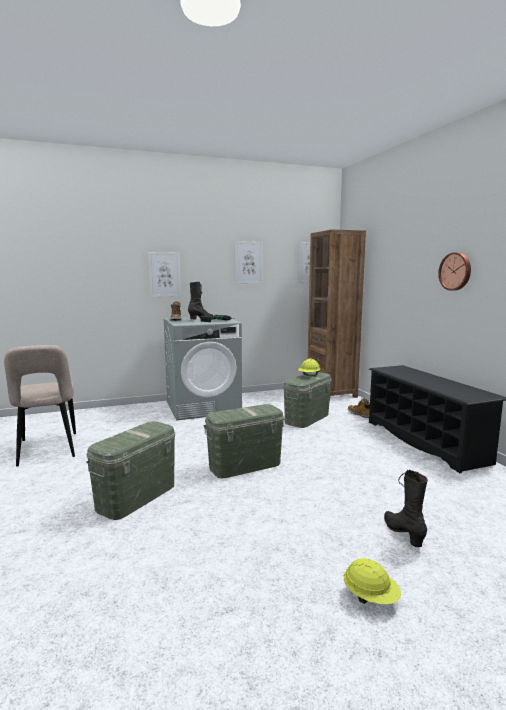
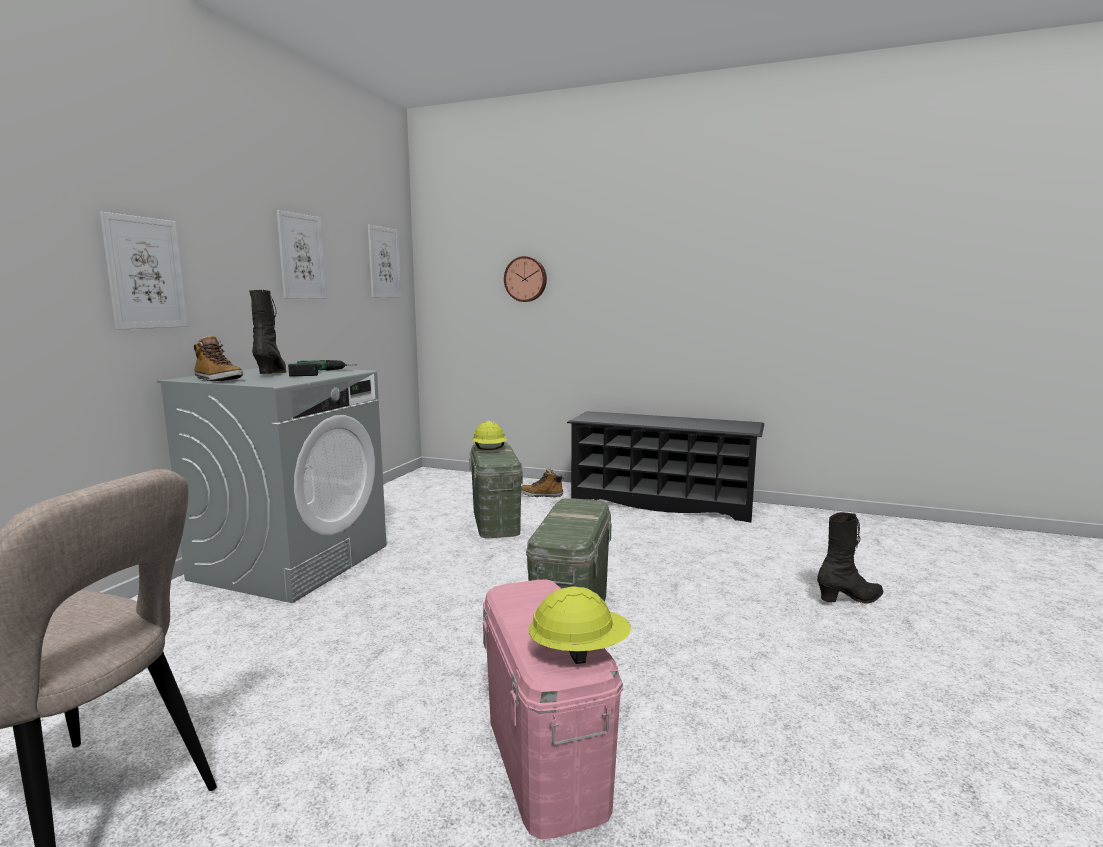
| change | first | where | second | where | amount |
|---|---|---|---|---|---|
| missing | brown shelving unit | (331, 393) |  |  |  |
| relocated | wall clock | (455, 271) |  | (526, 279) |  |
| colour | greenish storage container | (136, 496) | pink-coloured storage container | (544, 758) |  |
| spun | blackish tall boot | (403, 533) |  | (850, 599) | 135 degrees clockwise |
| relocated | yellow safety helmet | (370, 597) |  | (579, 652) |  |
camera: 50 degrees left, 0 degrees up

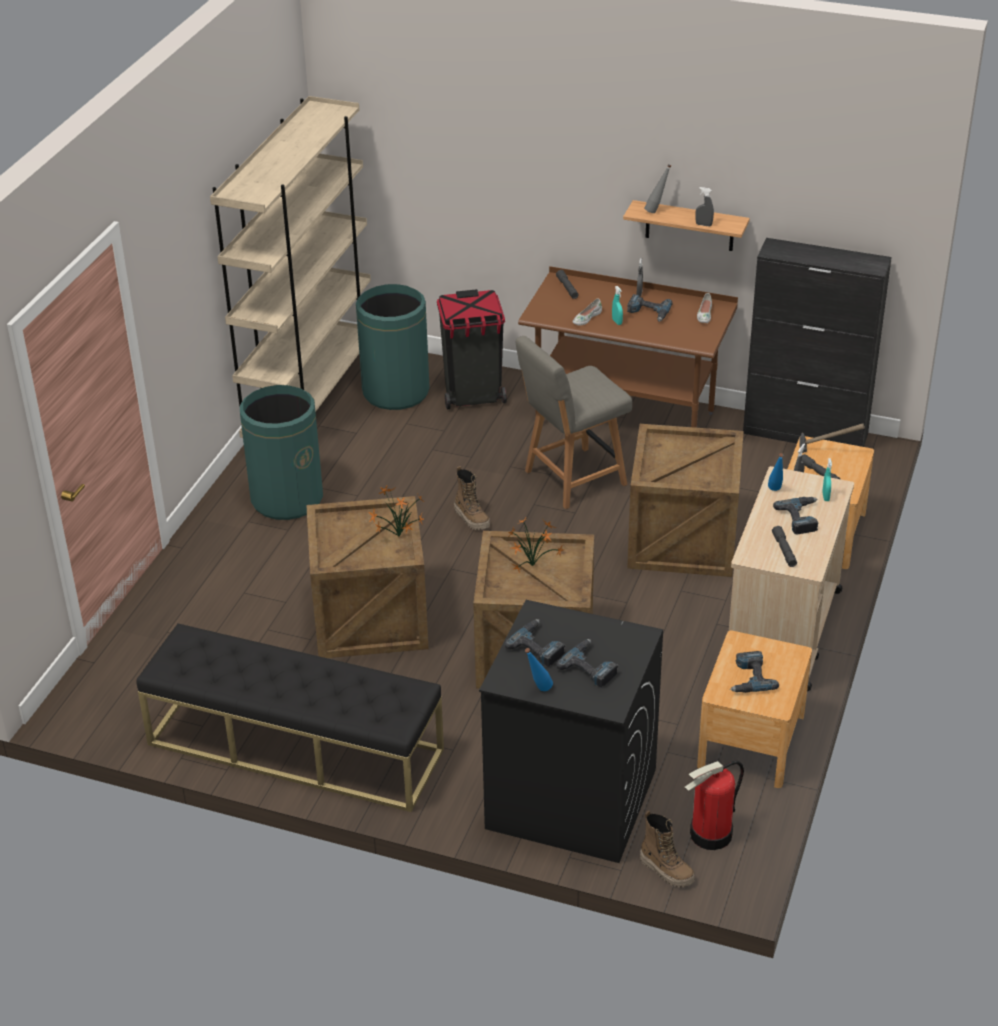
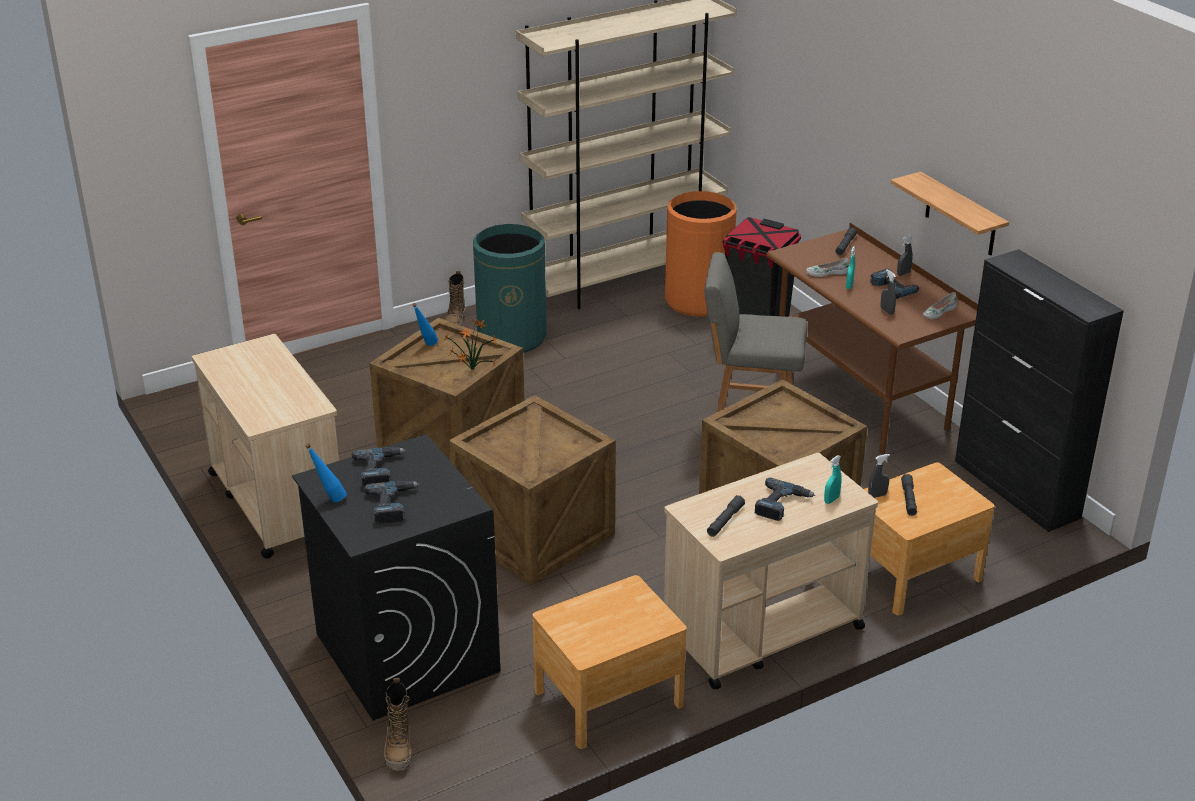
| change | first | where | second | where | amount |
|---|---|---|---|---|---|
| missing | gray bottle | (656, 211) |  |  |  |
| relocated | gray hand sprayer | (703, 225) |  | (887, 311) |  |
| colour | greenish trash can | (395, 392) | orangey trash can | (698, 300) |  |
| missing | hammer | (826, 452) |  |  |  |
| relocated | bluish bottle | (775, 492) |  | (426, 346) |  |
| relocated | tall boot | (472, 519) |  | (455, 322) |  |
| missing | houseplant | (534, 565) |  |  |  |
| exchanged | blackish long seat | (294, 747) | sand-coloured wheeled cart | (276, 502) |  |
| missing | drill | (749, 678) |  |  |  |
| missing | fire-fighting cylinder | (711, 834) |  |  |  |
camera: 40 degrees right, 5 degrees down

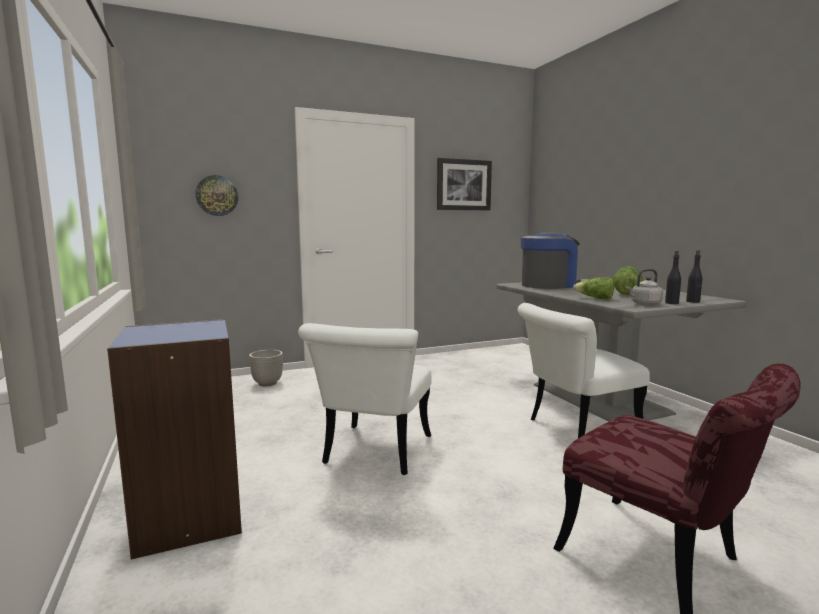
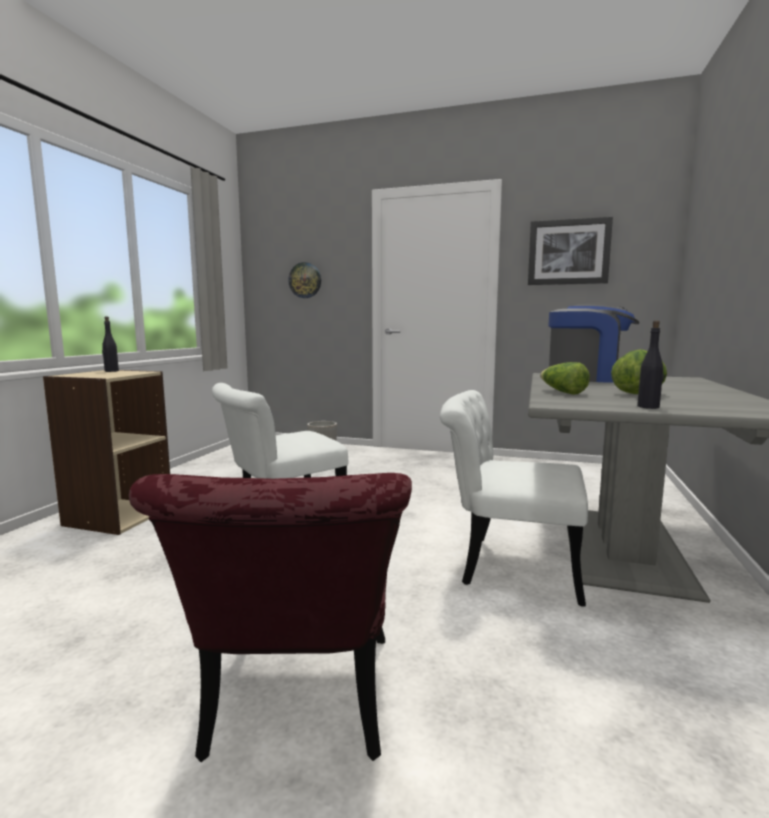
| change | first | where | second | where | amount |
|---|---|---|---|---|---|
| relocated | blackish bottle | (693, 301) |  | (111, 371) |  |
| missing | gray kettle | (644, 304) |  |  |  |
| colour | bluish shelving unit | (188, 517) | sand-coloured shelving unit | (118, 516) |  |
camera: 40 degrees right, 0 degrees up

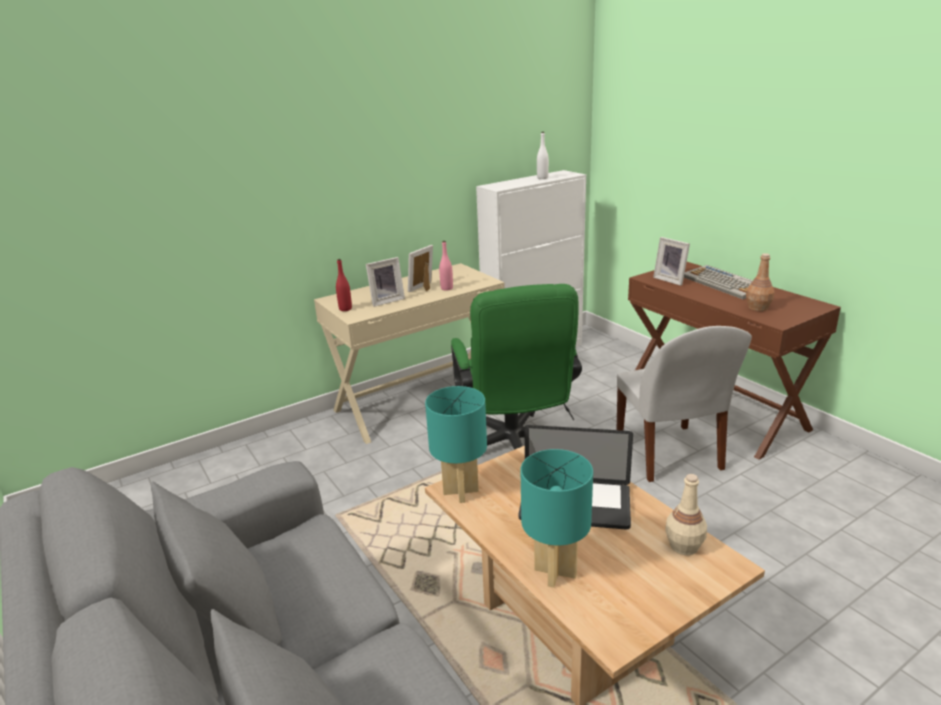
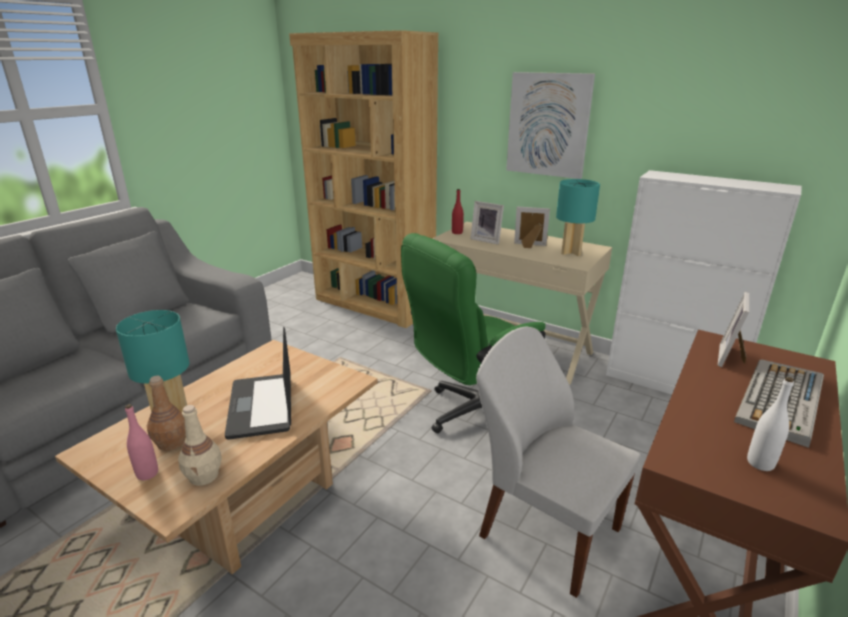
| change | first | where | second | where | amount |
|---|---|---|---|---|---|
| relocated | whitish bottle | (542, 178) |  | (760, 463) |  |
| relocated | pink-coloured bottle | (447, 288) |  | (147, 474) |  |
| relocated | brown bottle | (758, 307) |  | (171, 443) |  |
| spun | whitish chair | (669, 455) |  | (546, 530) | 75 degrees clockwise |
| relocated | blue-green lamp for a table | (460, 491) |  | (571, 252) |  |
| appeared |  |  | brown shelving unit | (374, 304) |  |
| appeared |  |  | wall picture | (548, 125) |  |
camera: 65 degrees right, 0 degrees up

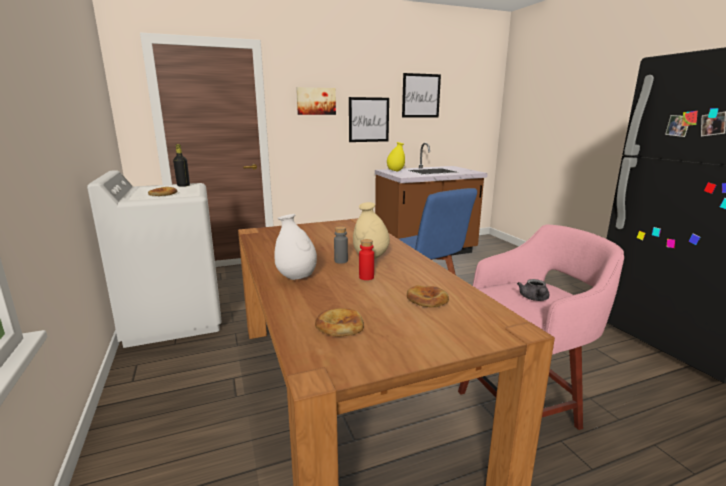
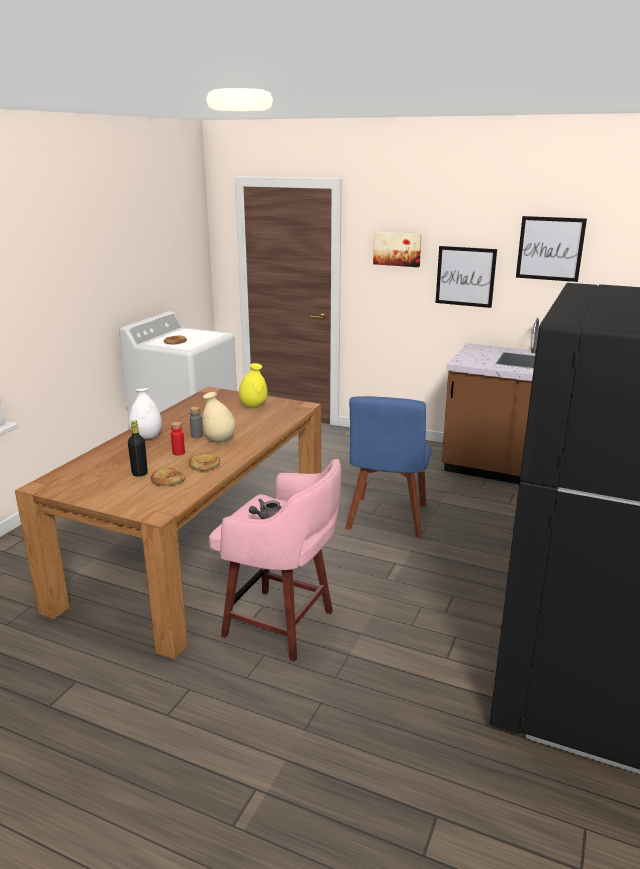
| change | first | where | second | where | amount |
|---|---|---|---|---|---|
| relocated | yellow vase | (395, 171) |  | (253, 406) |  |
| relocated | blackish bottle | (183, 185) |  | (139, 473) |  |
| relocated | bread | (339, 326) |  | (204, 464) |  |
camera: 45 degrees right, 5 degrees up

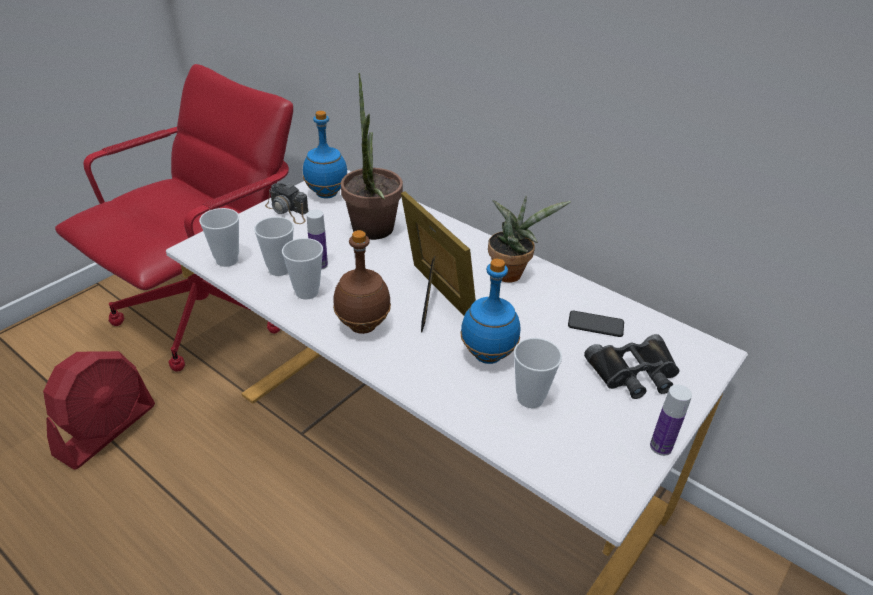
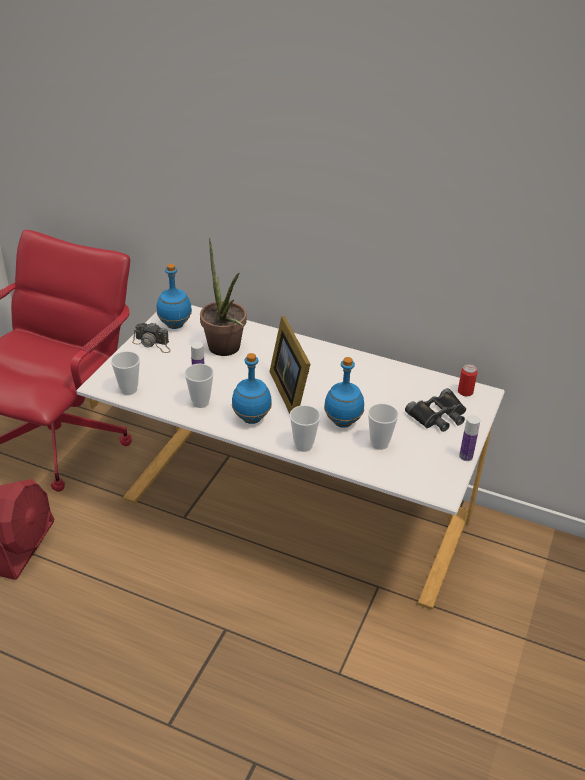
| change | first | where | second | where | amount |
|---|---|---|---|---|---|
| spun | photo frame | (434, 300) |  | (291, 392) | 150 degrees counterclockwise |
| missing | houseplant | (511, 272) |  |  |  |
| relocated | cup | (279, 269) |  | (303, 445) |  |
| colour | brown bottle | (362, 326) | bluish bottle | (251, 418) |  |
| missing | handset | (595, 325) |  |  |  |
| appeared |  |  | sealed can | (465, 392) |  |
camera: 15 degrees left, 0 degrees up

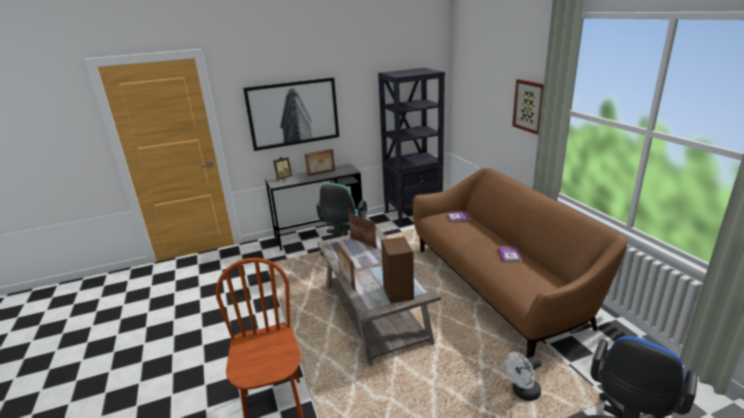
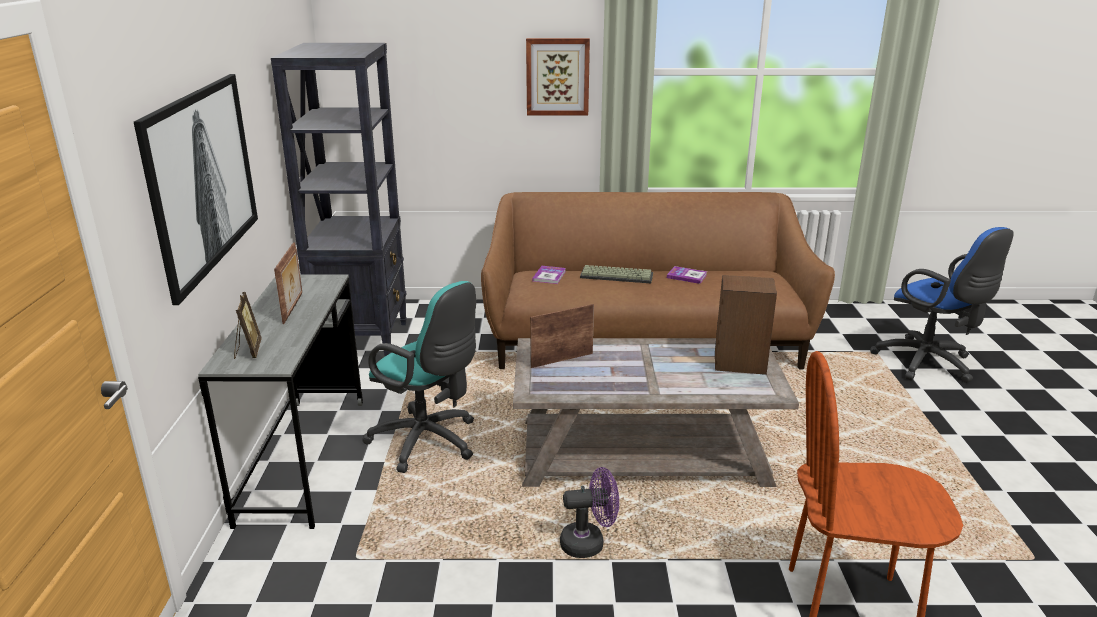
| change | first | where | second | where | amount |
|---|---|---|---|---|---|
| missing | photo frame | (346, 280) |  |  |  |
| missing | whitish electric fan | (522, 393) |  |  |  |
| appeared |  |  | computer keyboard | (617, 275) |  |
| appeared |  |  | purplish electric fan | (589, 543) |  |
camera: 70 degrees left, 0 degrees up

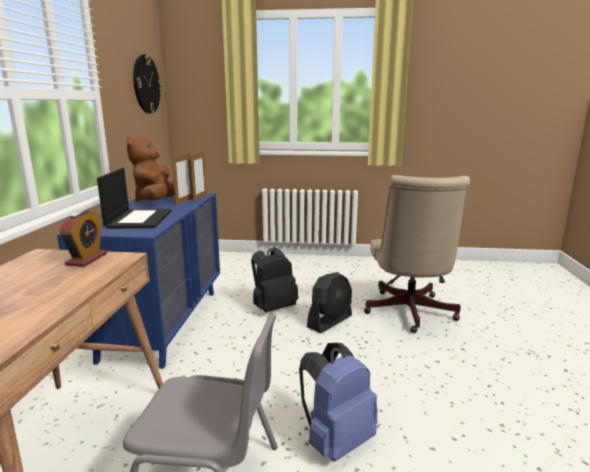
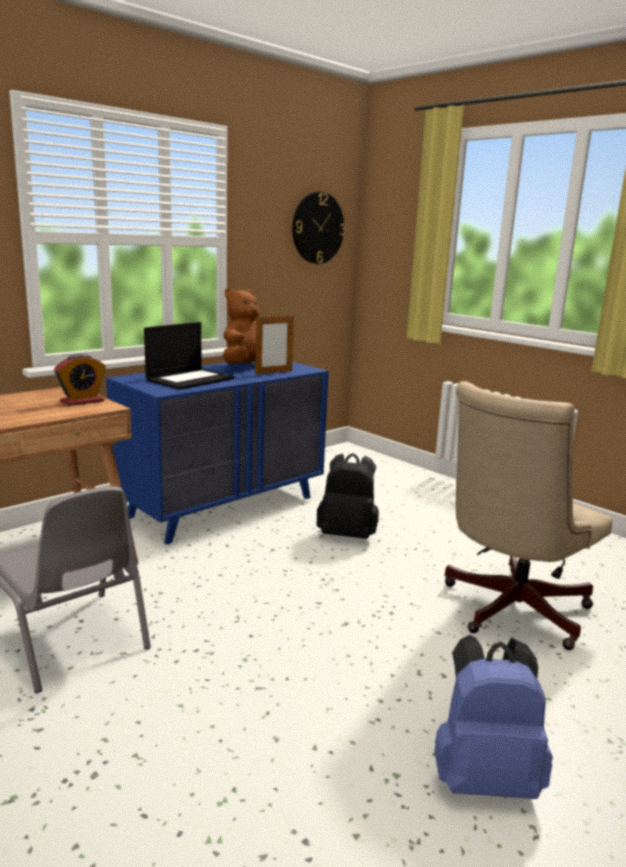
| change | first | where | second | where | amount |
|---|---|---|---|---|---|
| missing | photo frame | (200, 198) |  |  |  |
| missing | blackish electric fan | (330, 321) |  |  |  |
| relocated | bluish backpack | (336, 440) |  | (484, 777) |  |
camera: 40 degrees right, 0 degrees up

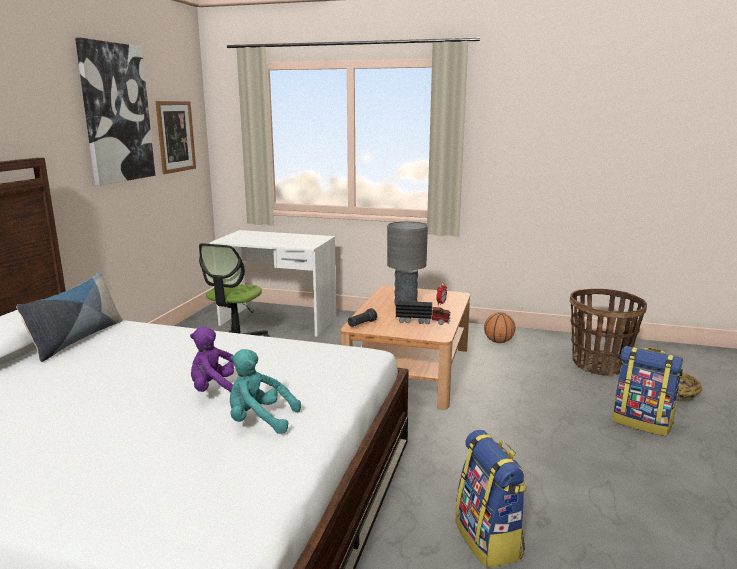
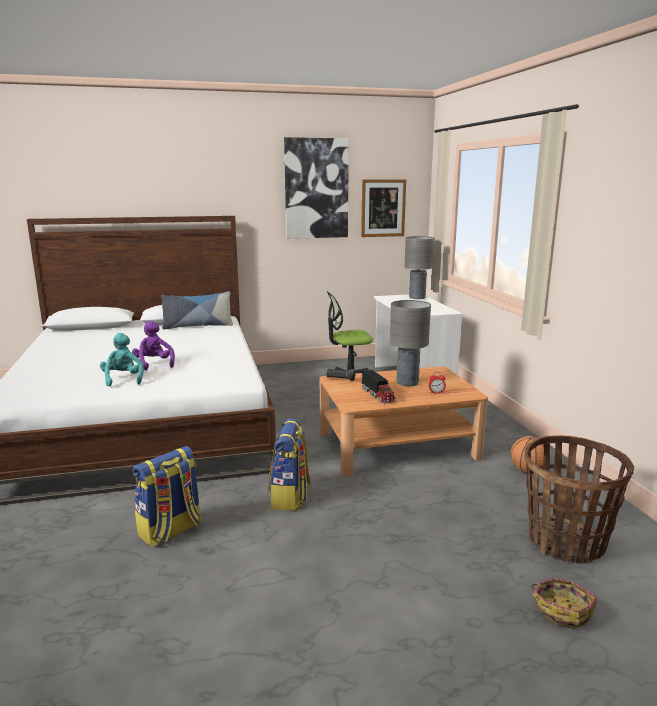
| change | first | where | second | where | amount |
|---|---|---|---|---|---|
| relocated | backpack | (642, 422) |  | (290, 497) |  |
| appeared |  |  | gray lamp for a table | (417, 297) |  |
camera: 60 degrees right, 0 degrees up

